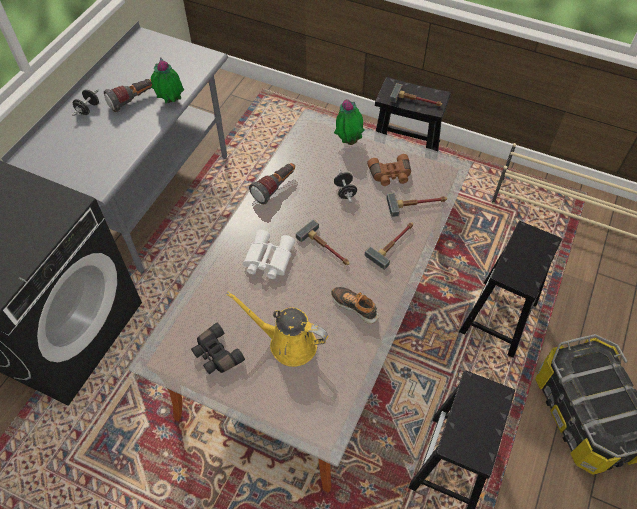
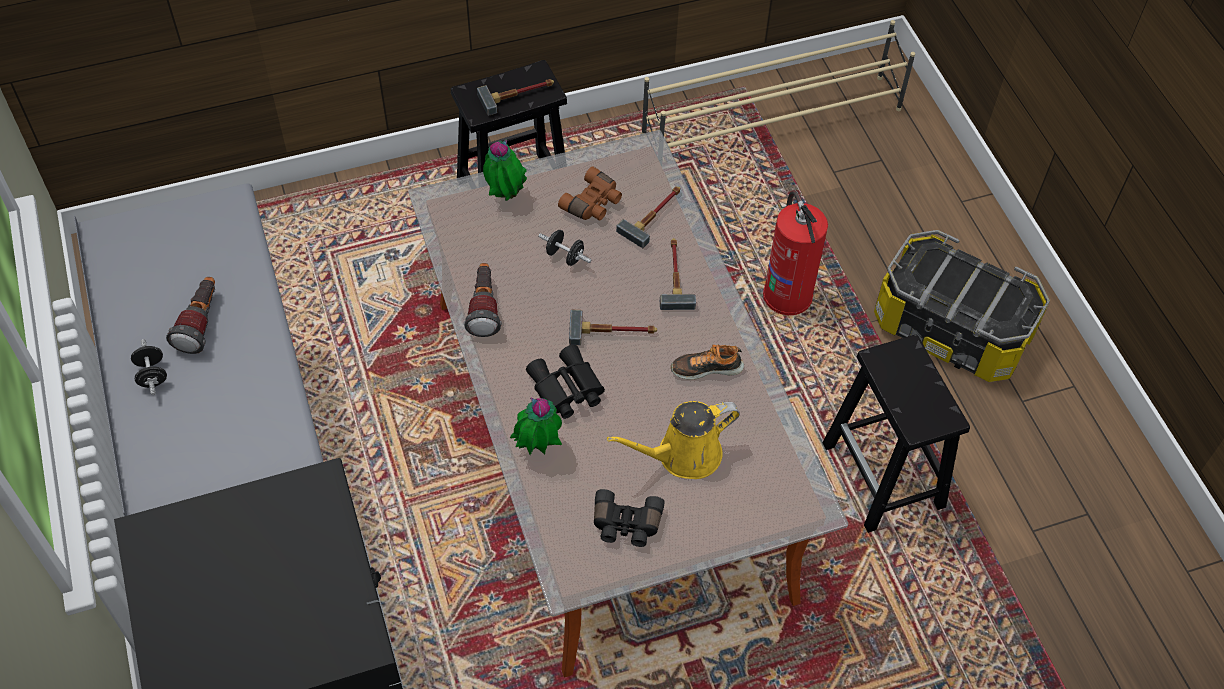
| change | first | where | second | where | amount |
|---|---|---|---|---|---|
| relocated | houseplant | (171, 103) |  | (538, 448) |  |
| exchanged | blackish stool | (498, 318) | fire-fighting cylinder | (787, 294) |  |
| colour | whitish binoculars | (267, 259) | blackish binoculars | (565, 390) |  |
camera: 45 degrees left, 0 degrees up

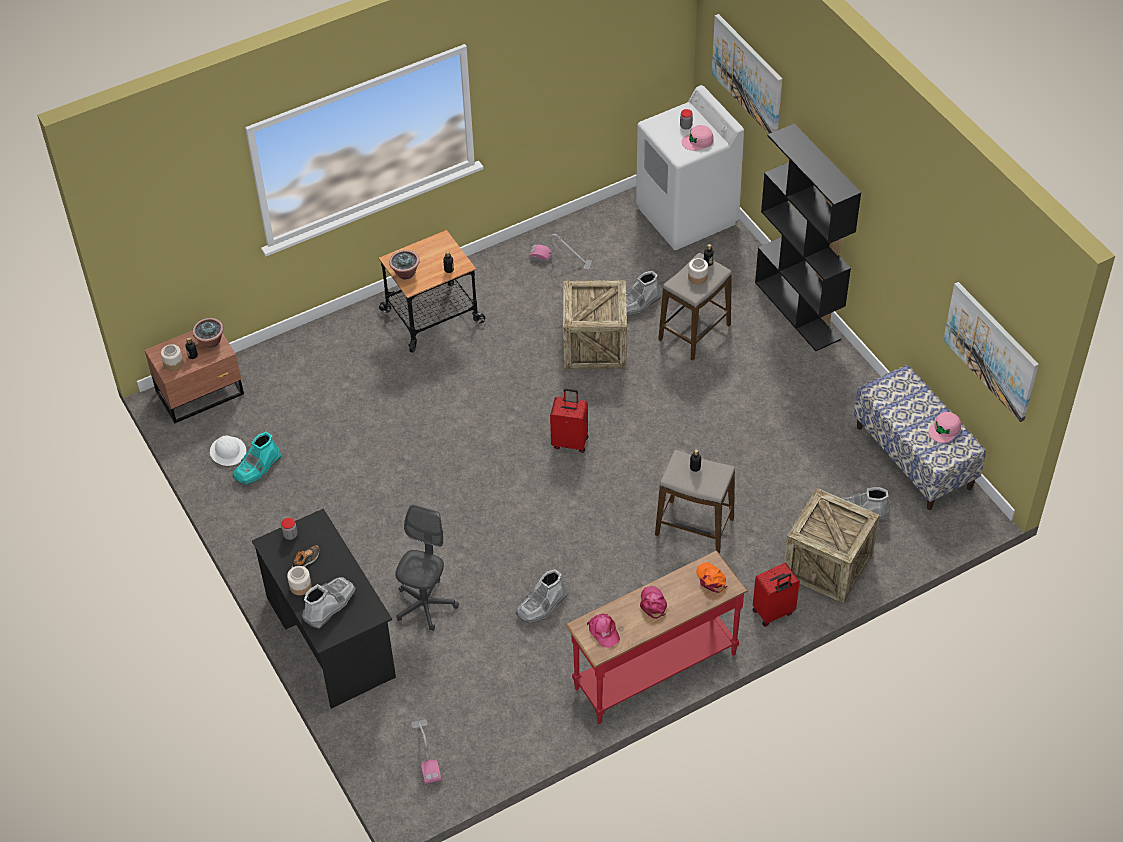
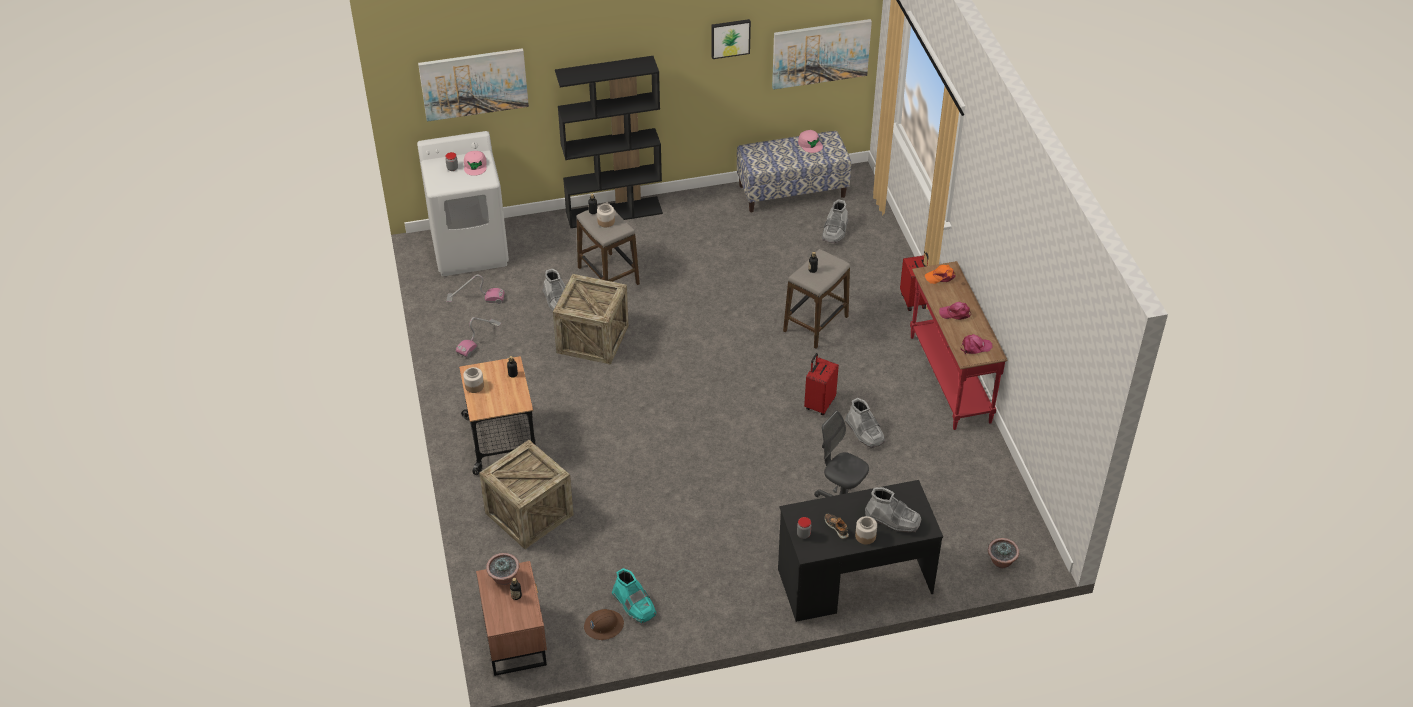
| change | first | where | second | where | amount |
|---|---|---|---|---|---|
| relocated | houseplant | (405, 273) |  | (1001, 562) |  |
| relocated | storage jar | (173, 363) |  | (474, 386) |  |
| relocated | red travel case | (570, 442) |  | (819, 404) |  |
| colour | whitish safety helmet | (228, 451) | brown safety helmet | (603, 625) |  |
| relocated | packing crate | (827, 565) |  | (529, 514) |  |
| spun | gray tall boot | (329, 605) |  | (893, 519) | 150 degrees clockwise |
| relocated | hoover | (426, 753) |  | (475, 298) |  |
| appeared |  |  | wall picture | (730, 38) |  |
camera: 75 degrees left, 5 degrees down

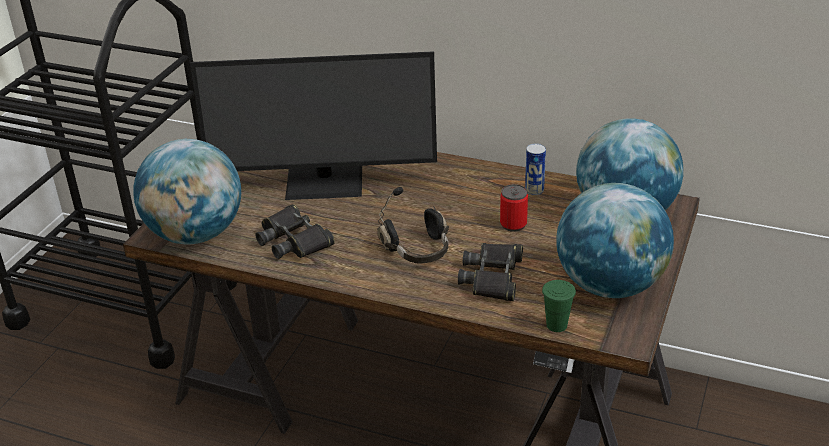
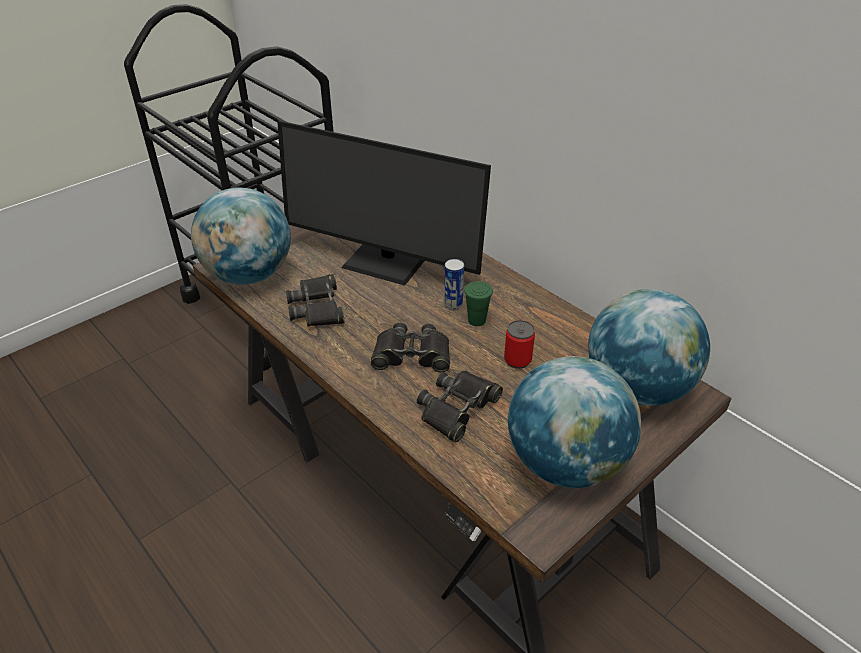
| change | first | where | second | where | amount |
|---|---|---|---|---|---|
| relocated | sealed can | (534, 190) |  | (453, 304) |  |
| exchanged | blackish pair of headphones | (418, 250) | blackish binoculars | (412, 355) |  |
| relocated | greenish cup | (556, 325) |  | (476, 320) |  |
camera: 25 degrees right, 5 degrees up

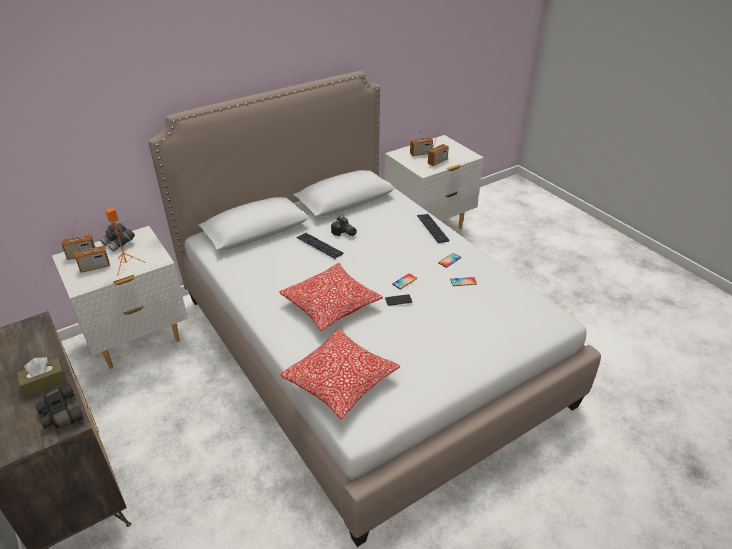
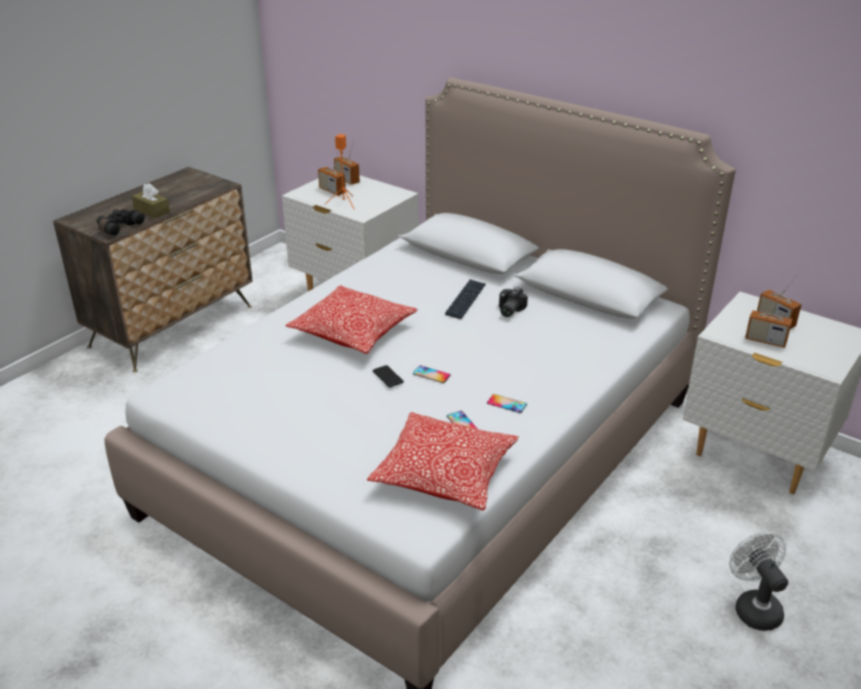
| change | first | where | second | where | amount |
|---|---|---|---|---|---|
| missing | computer keyboard | (432, 228) |  |  |  |
| missing | gray binoculars | (119, 243) |  |  |  |
| relocated | cushion | (340, 381) |  | (444, 474) |  |
| appeared |  |  | whitish electric fan | (753, 607) |  |
camera: 70 degrees right, 5 degrees down

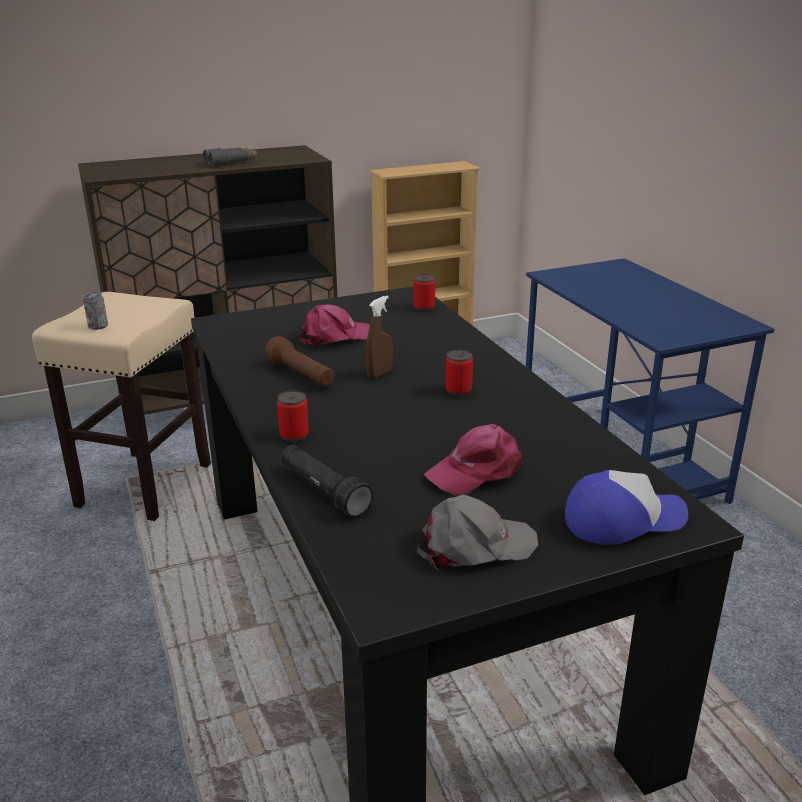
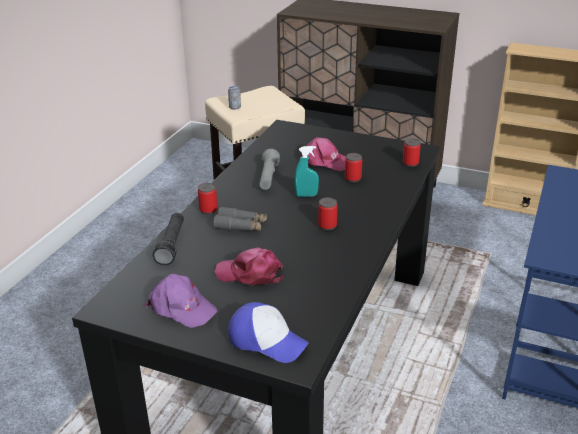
| change | first | where | second | where | amount |
|---|---|---|---|---|---|
| relocated | gray binoculars | (231, 162) |  | (241, 226) |  |
| colour | brown hand sprayer | (379, 373) | blue-green hand sprayer | (306, 195) |  |
| colour | brown hand torch | (301, 375) | gray hand torch | (268, 178) |  |
| colour | gray cap | (474, 546) | purplish cap | (181, 307) |  |
| appeared |  |  | sealed can | (353, 178) |  |
camera: 45 degrees right, 5 degrees up

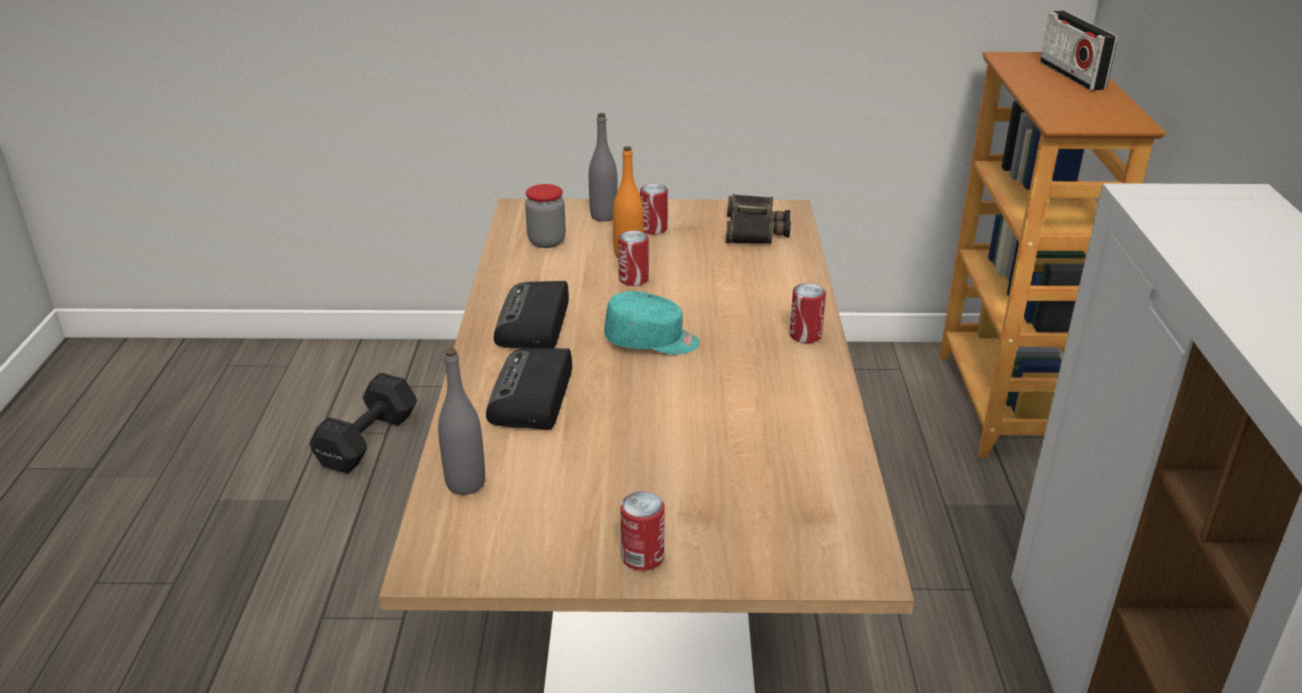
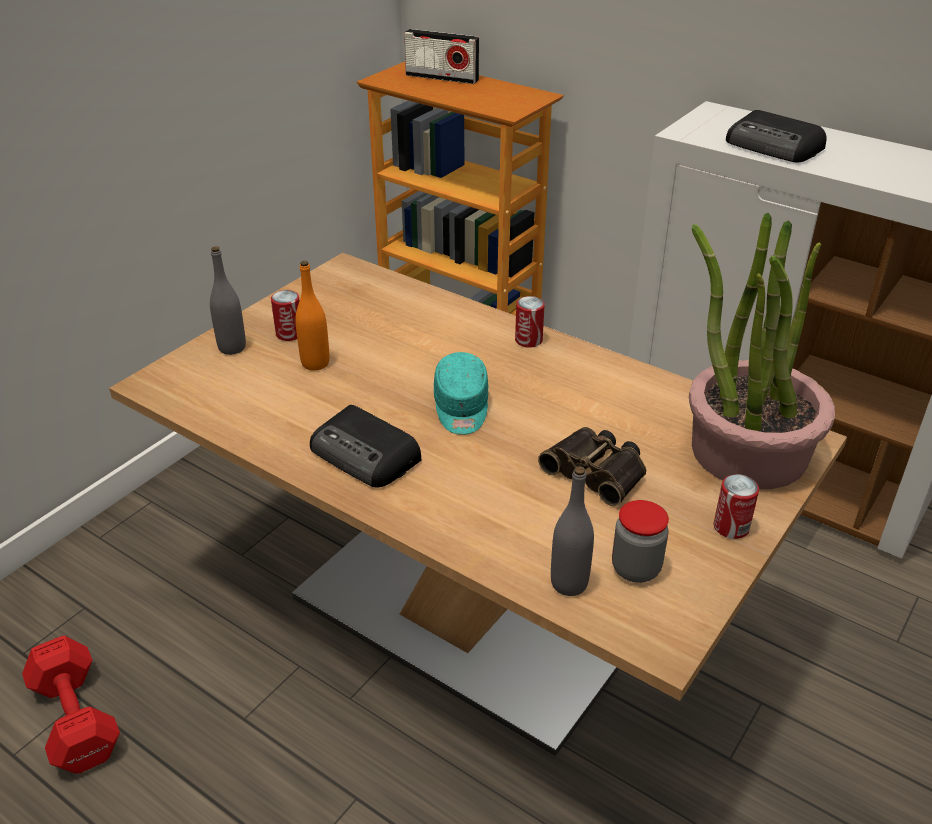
| change | first | where | second | where | amount |
|---|---|---|---|---|---|
| relocated | storage jar | (546, 241) |  | (636, 568) |  |
| relocated | binoculars | (755, 230) |  | (597, 471) |  |
| missing | sealed can | (633, 279) |  |  |  |
| spun | blue-green cap | (652, 341) |  | (461, 408) | 135 degrees clockwise |
| relocated | radio | (532, 397) |  | (774, 146) |  |
| colour | blackish dumbbell | (370, 439) | red dumbbell | (77, 716) |  |
| appeared |  |  | houseplant | (747, 451) |  |
camera: 55 degrees left, 5 degrees up

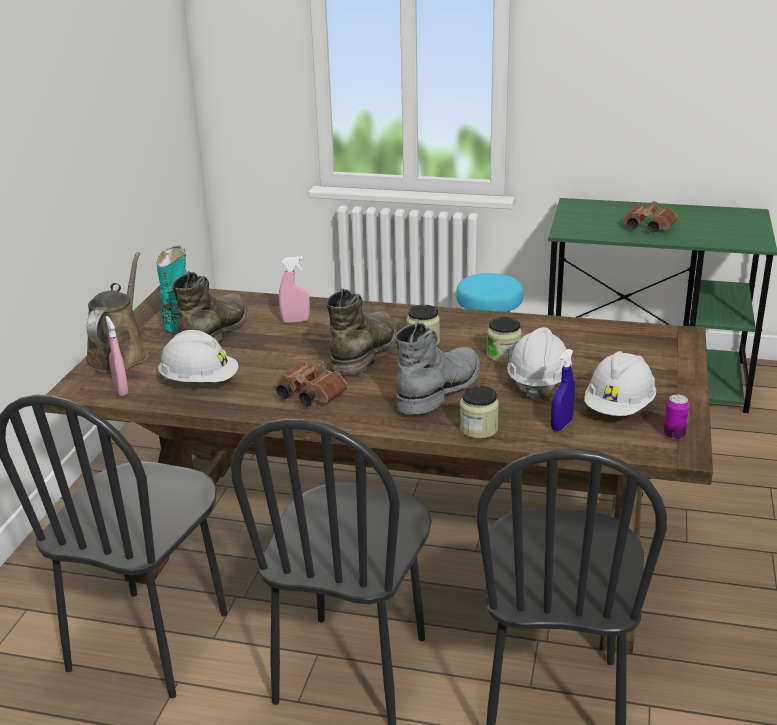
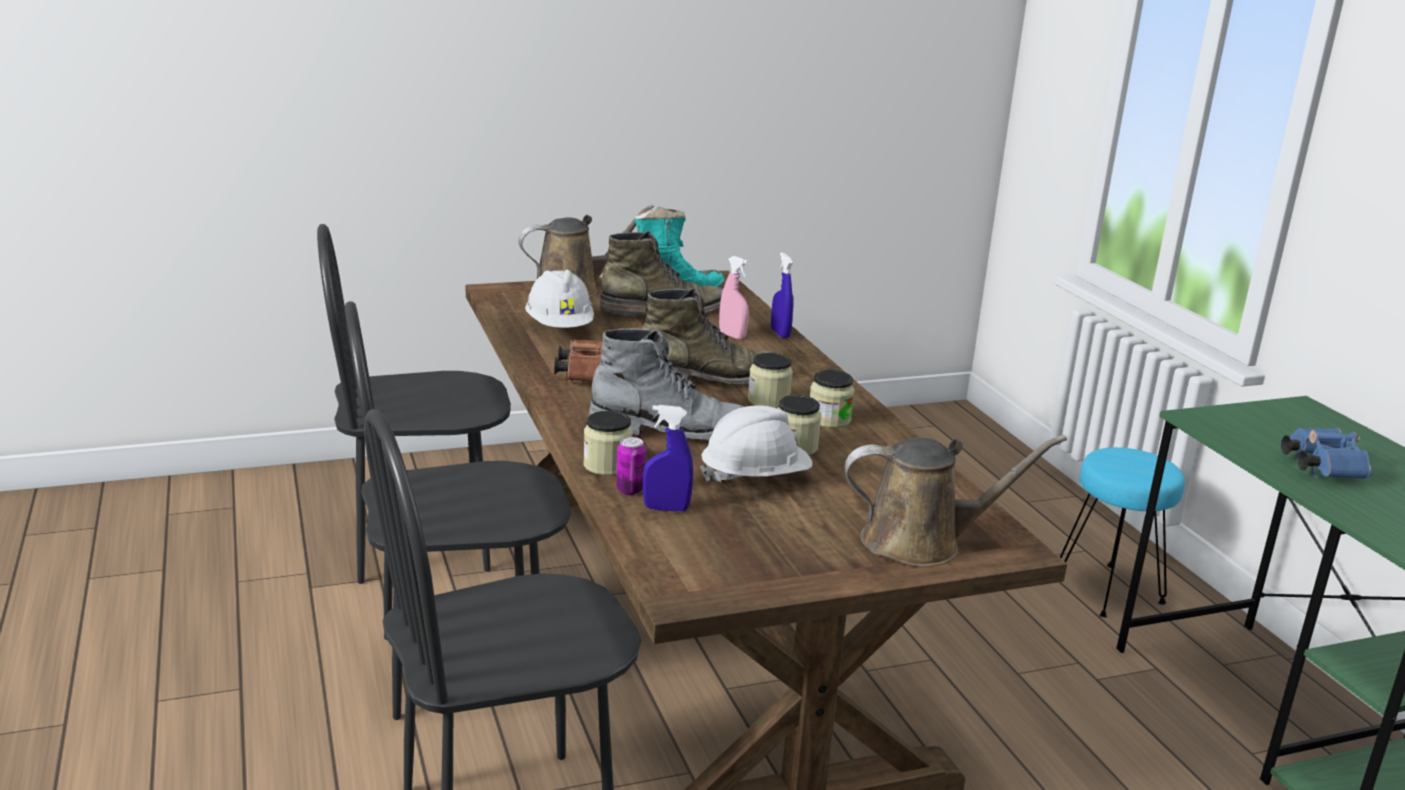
| change | first | where | second | where | amount |
|---|---|---|---|---|---|
| colour | brown binoculars | (646, 228) | bluish binoculars | (1319, 467) |  |
| missing | pink-coloured hand sprayer | (121, 390) |  |  |  |
| missing | whitish safety helmet | (619, 408) |  |  |  |
| relocated | sealed can | (674, 435) |  | (630, 490) |  |
| appeared |  |  | bluish hand sprayer | (780, 333) |  |
| appeared |  |  | storage jar | (829, 419) |  |
| appeared |  |  | brown watering pot | (921, 542) |  |
camera: 55 degrees right, 5 degrees down

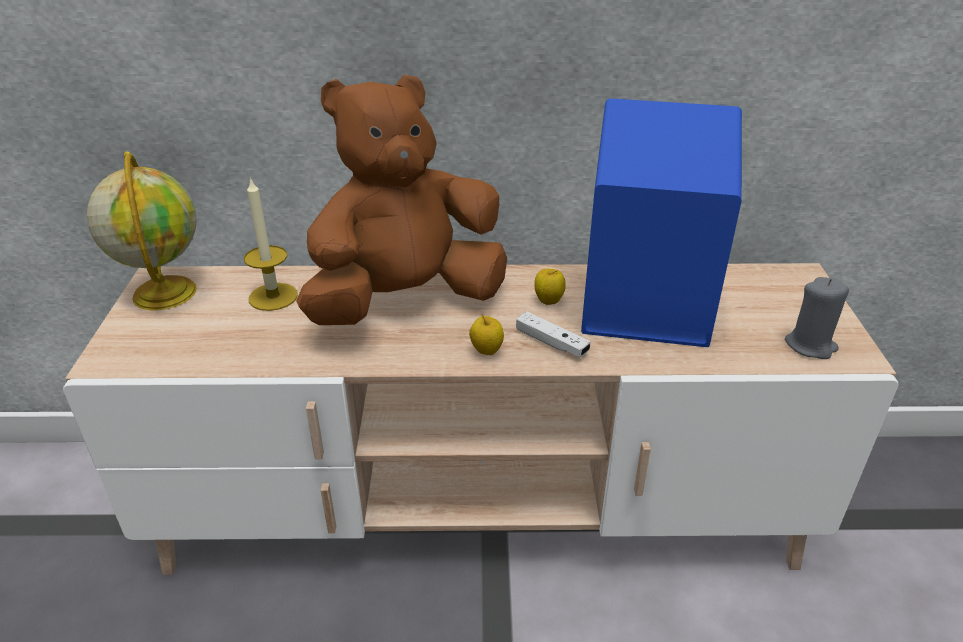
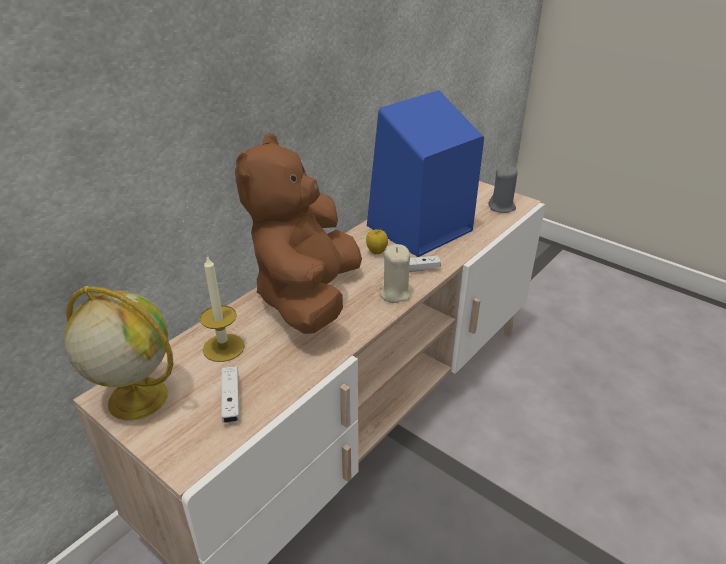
| change | first | where | second | where | amount |
|---|---|---|---|---|---|
| exchanged | apple fruit | (486, 351) | sand-coloured wax candle | (394, 293) |  |
| appeared |  |  | whitish gamepad | (231, 400) |  |
camera: 50 degrees left, 0 degrees up

